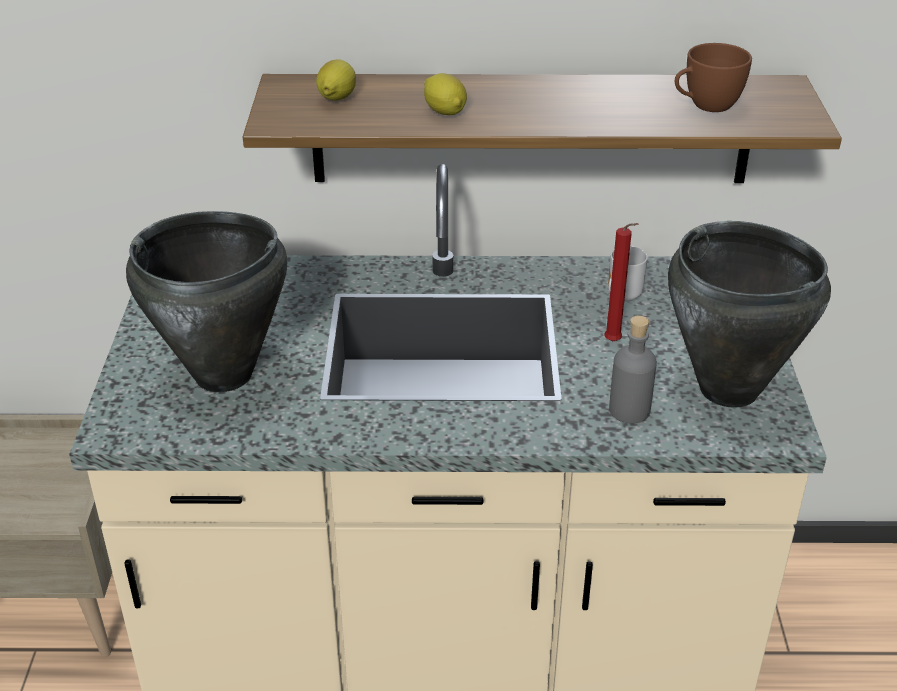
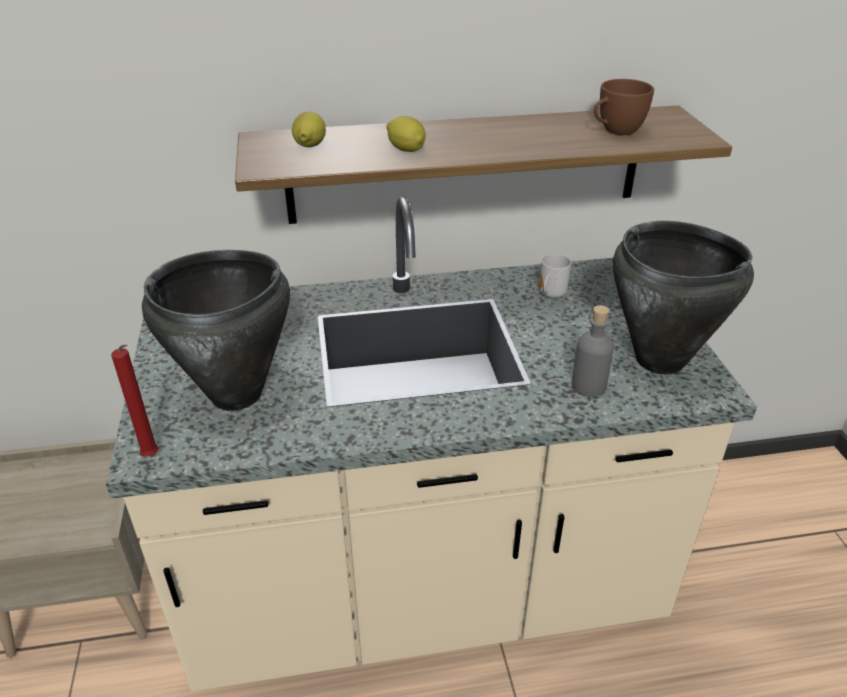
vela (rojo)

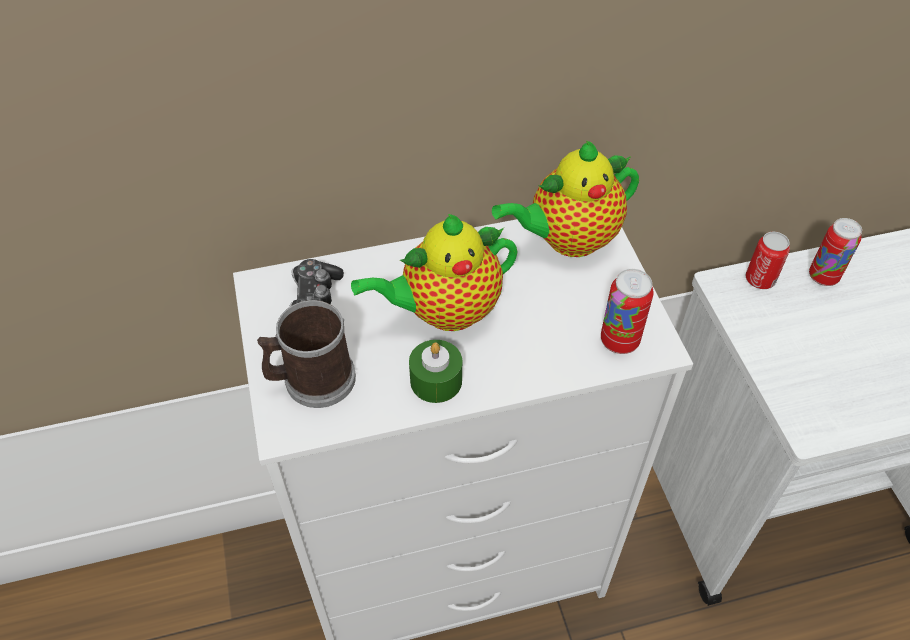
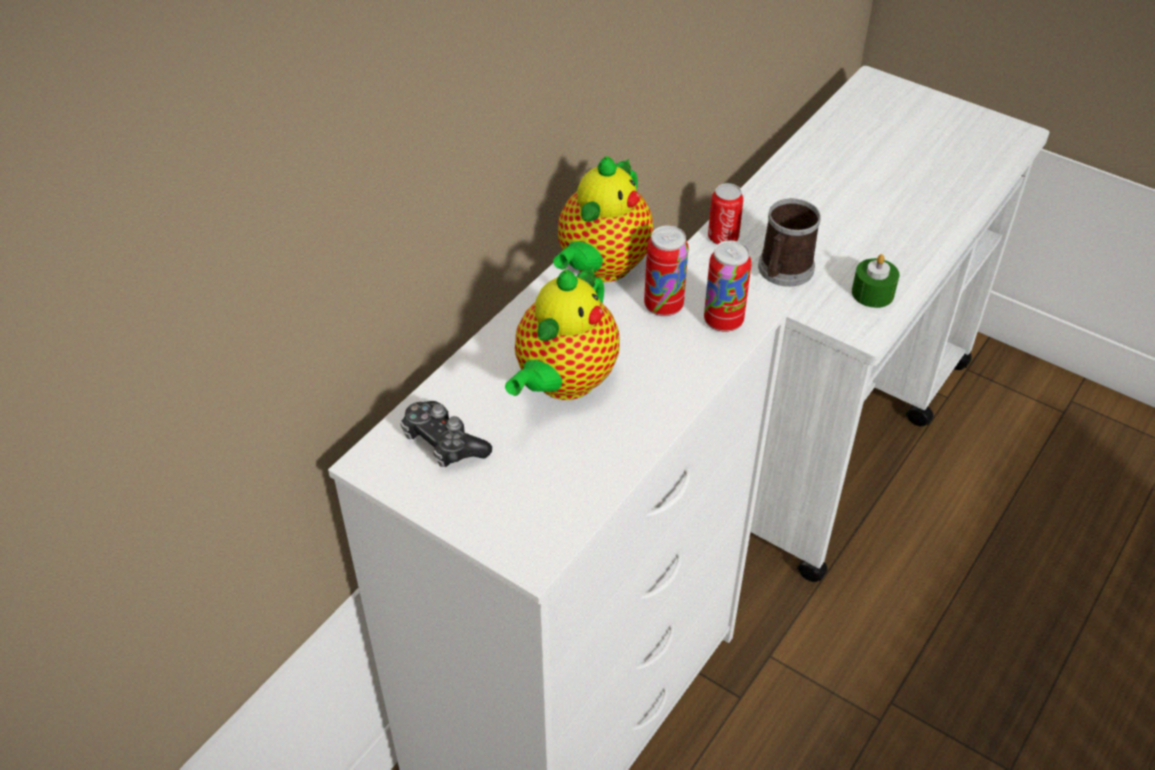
lata (no. 1 from left); taza grande; vela (verde)

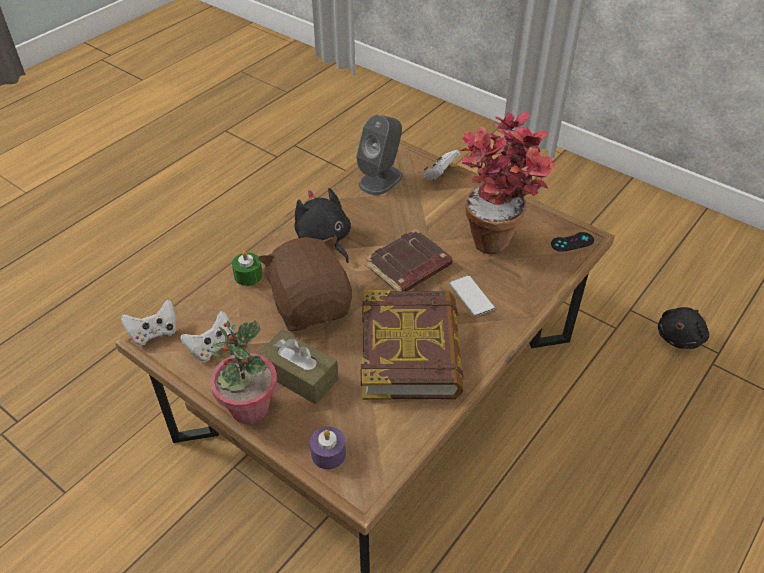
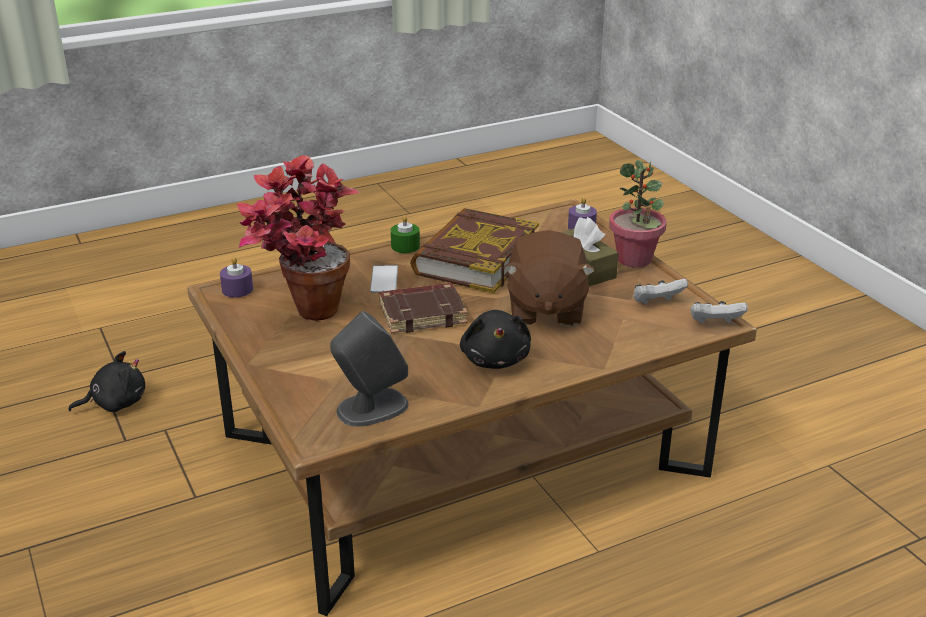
vela (morado) (no. 1 from left); vela (verde); mando de consola (blanco) (no. 3 from left in the first image)

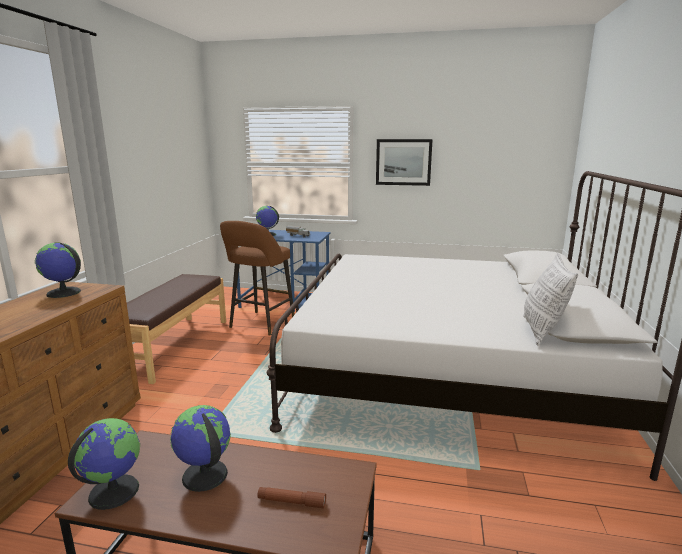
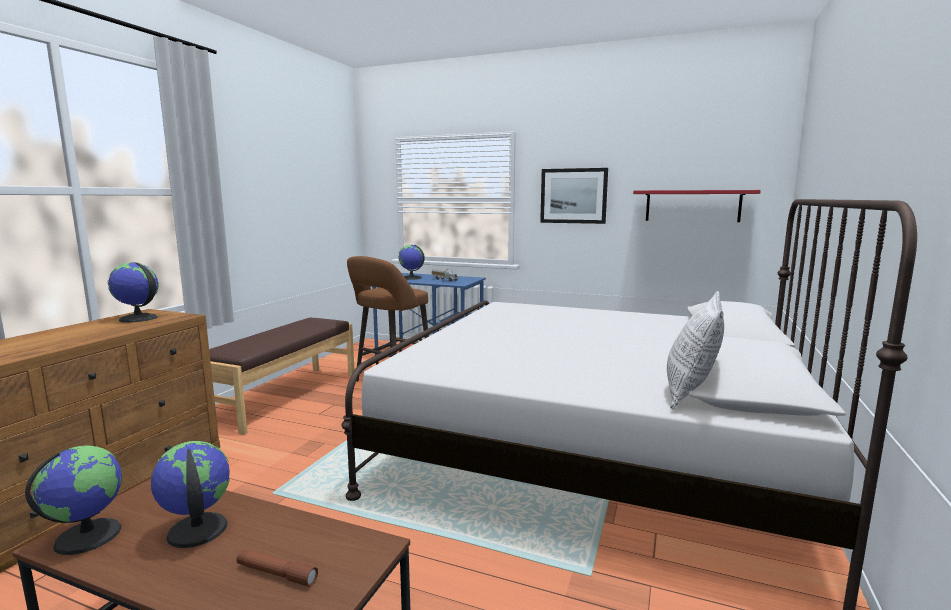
estante (rojo)

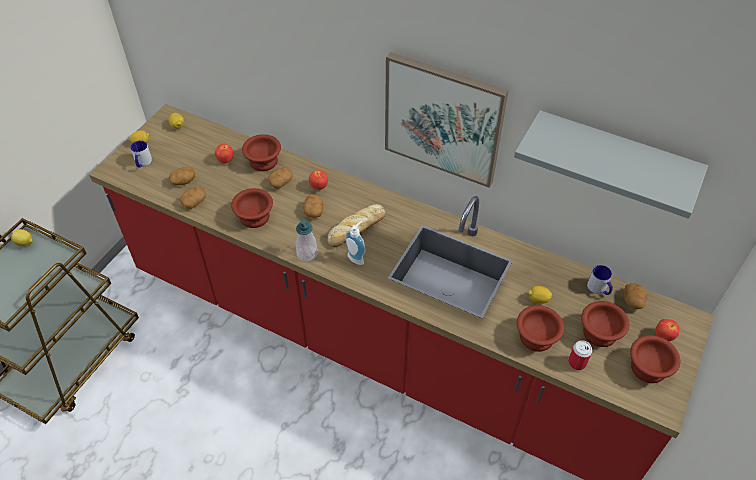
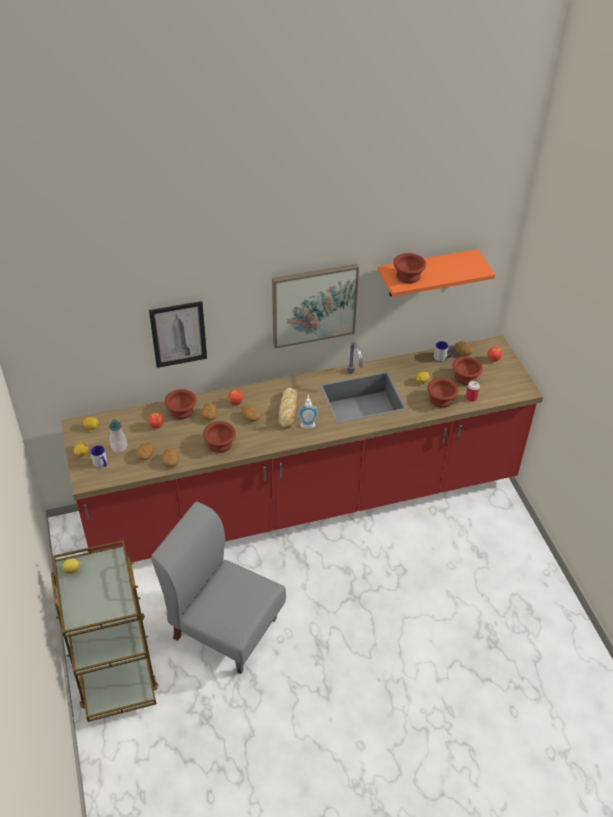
dispensador de jabón (no. 1 from left); cuadro (no. 1 from left); silla (gris); estante (naranja); cuenco (marrón) (no. 3 from left)

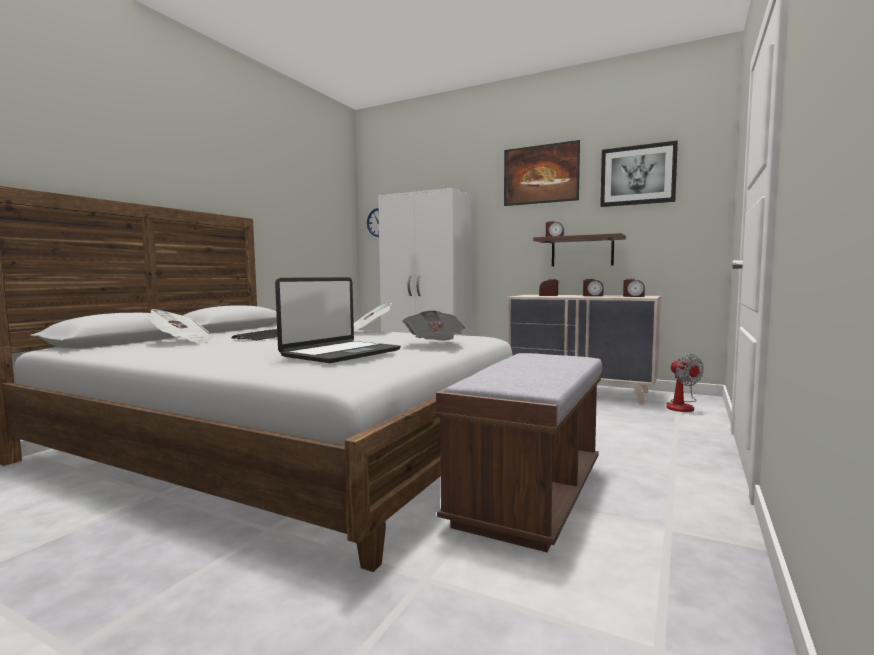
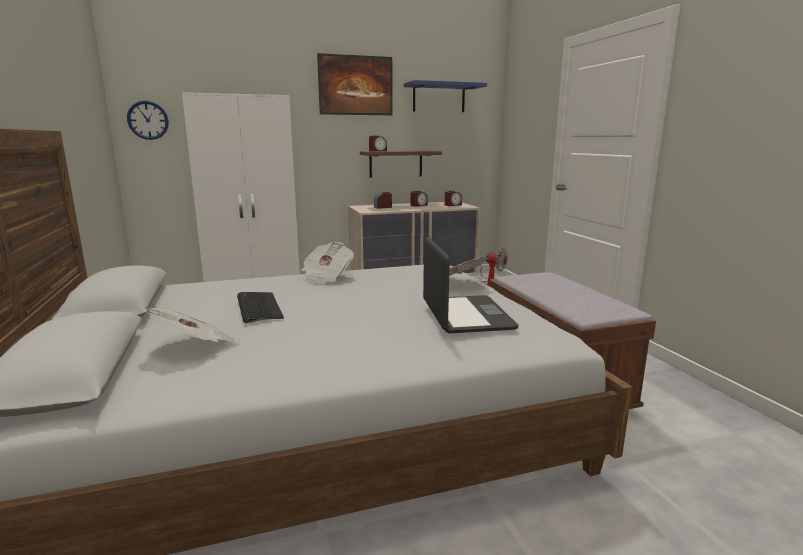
estante (azul)

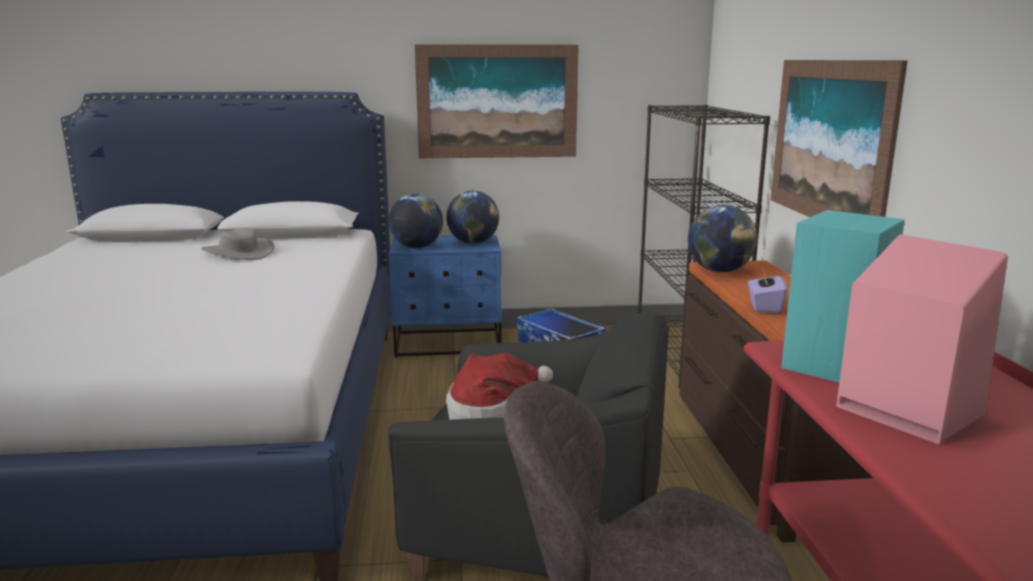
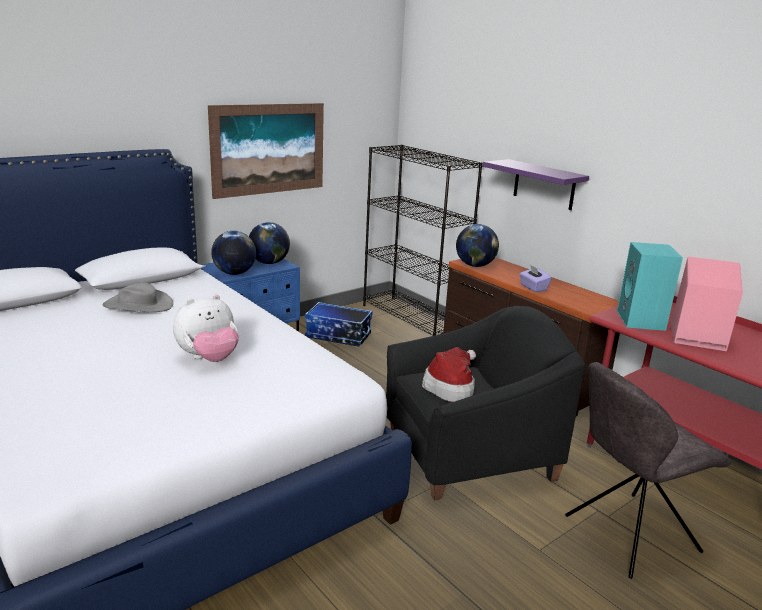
peluche; estante (morado)

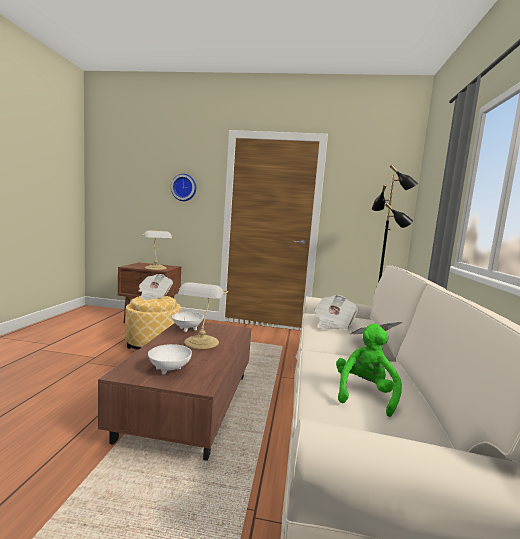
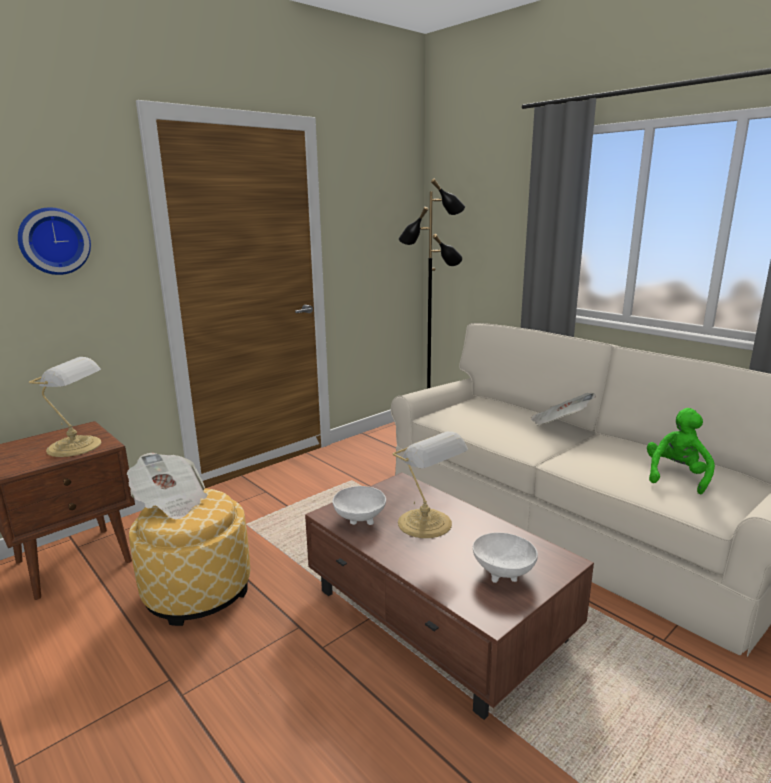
peluche (verde); periódico (no. 2 from left in the first image)

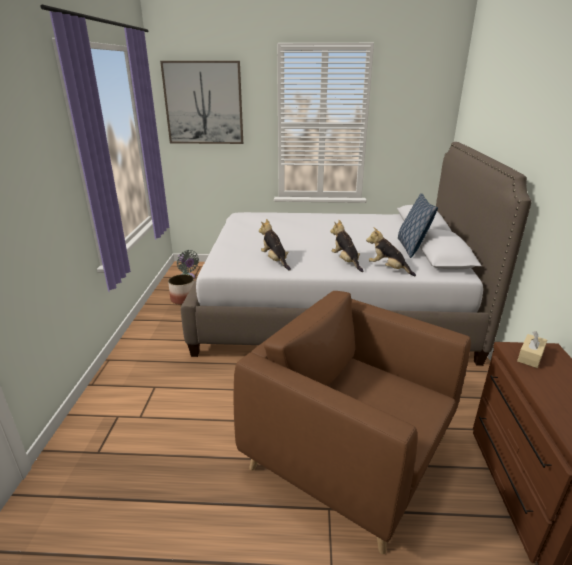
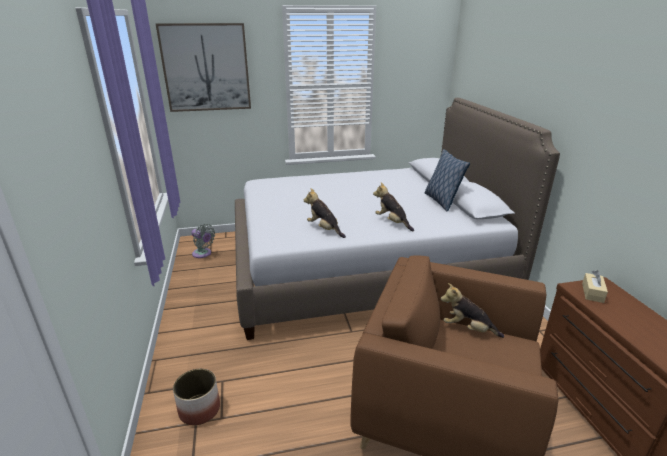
maceta; peluche (no. 3 from left)

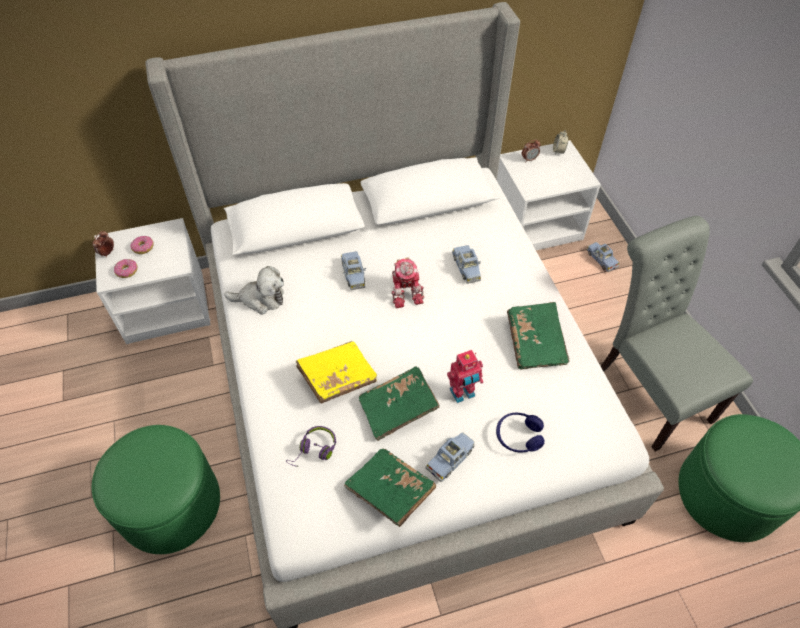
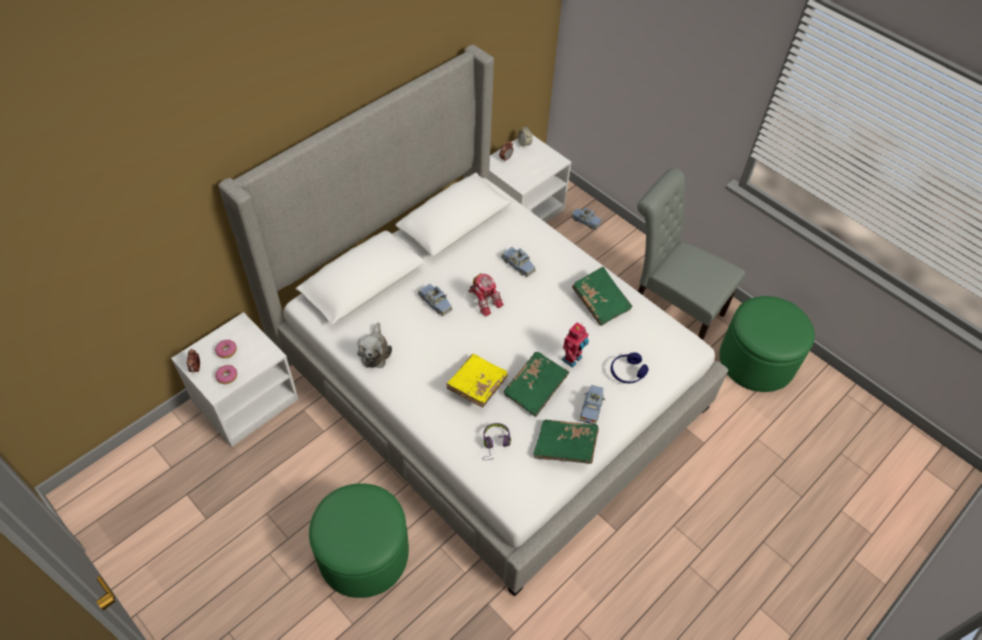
peluche

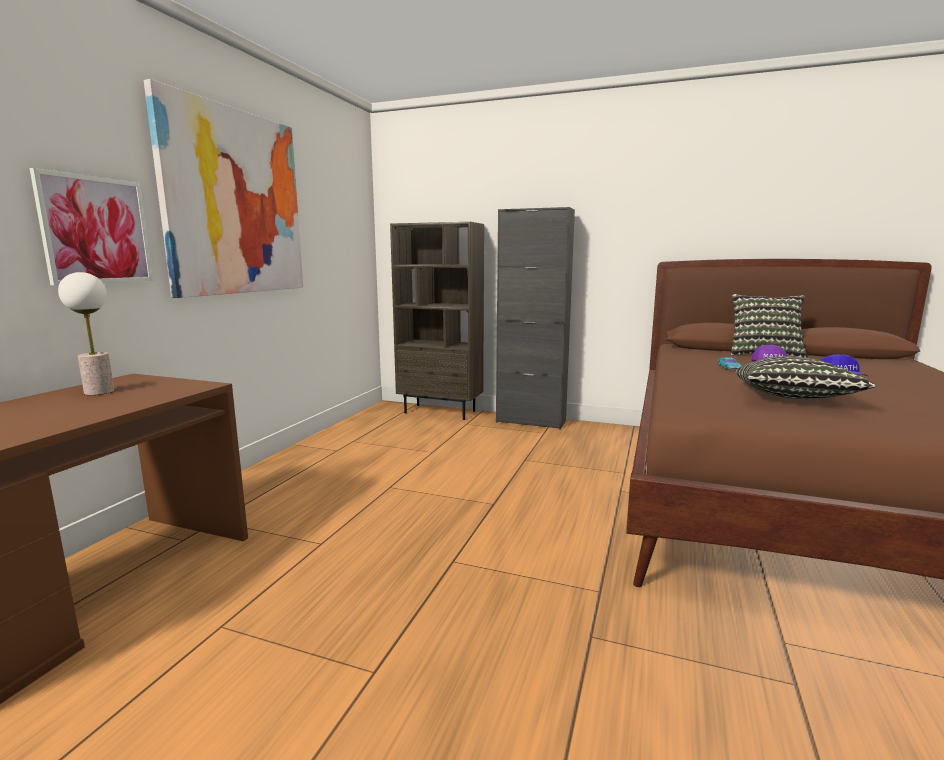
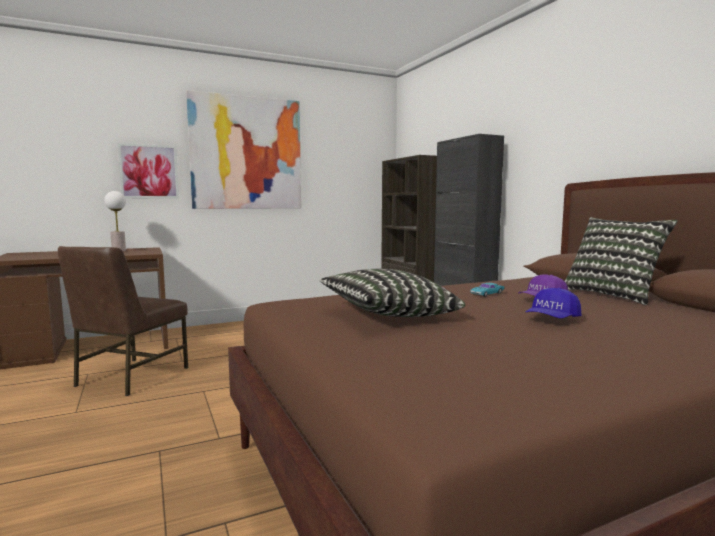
silla (marrón)

